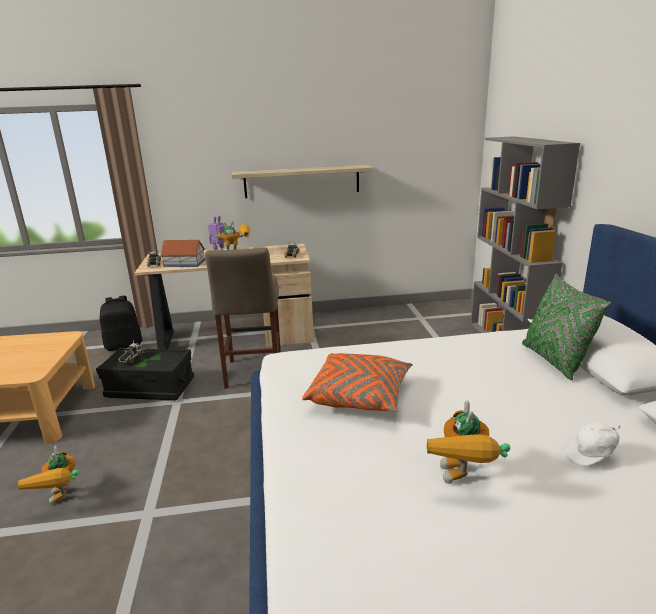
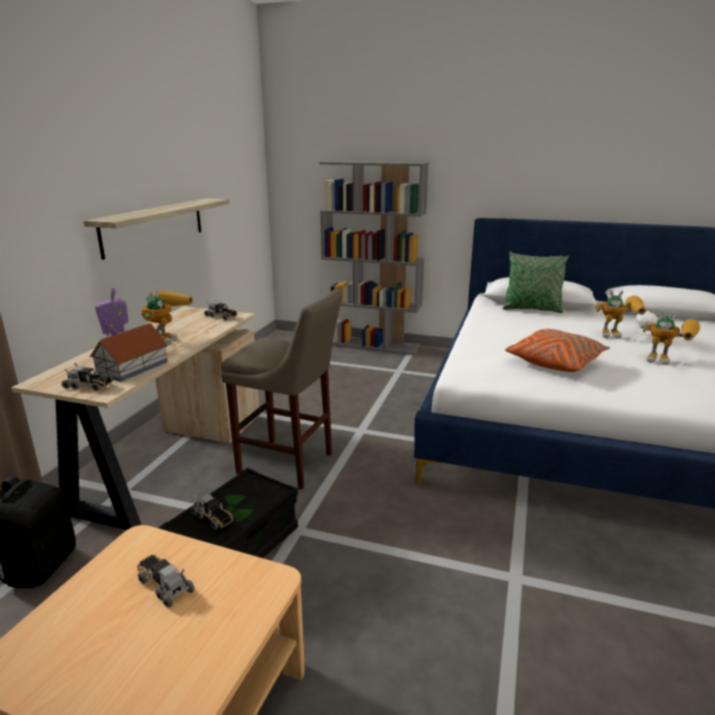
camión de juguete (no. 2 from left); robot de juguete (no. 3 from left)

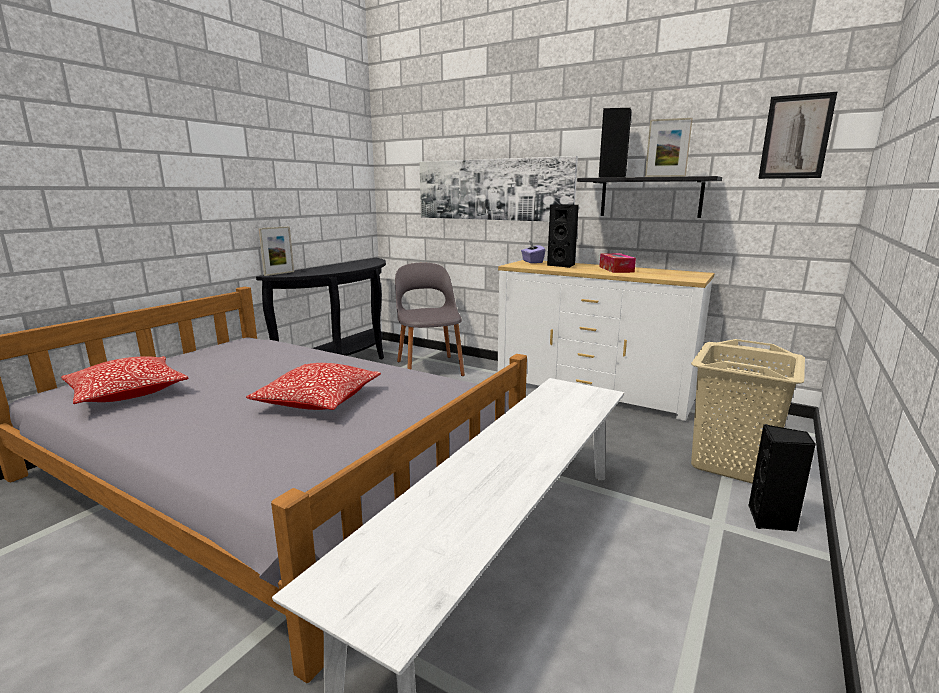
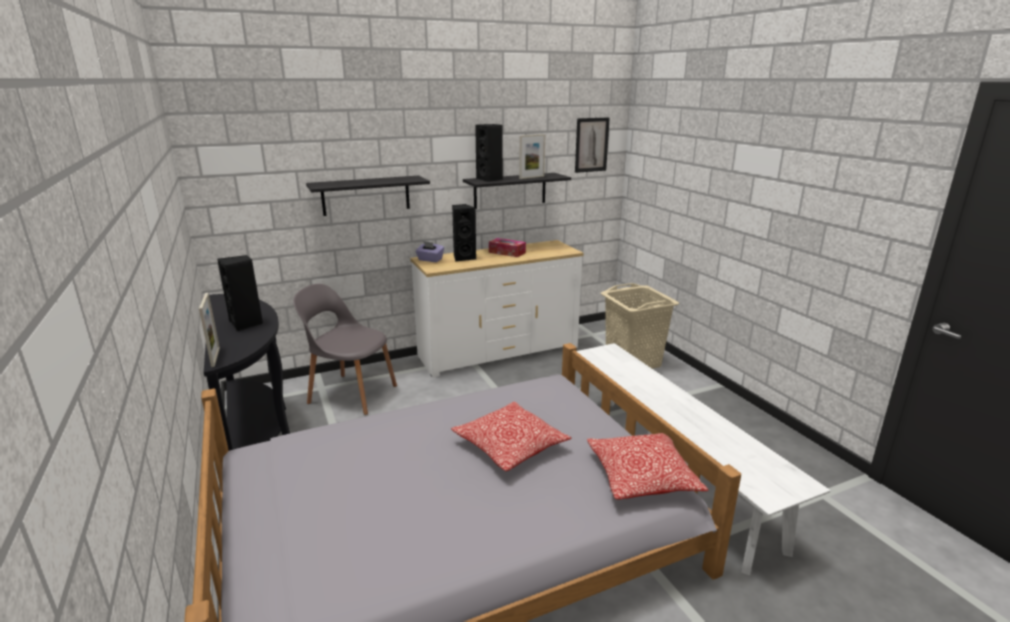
altavoz (negro) (no. 1 from left); estante (negro) (no. 1 from left); cojín (no. 2 from left)

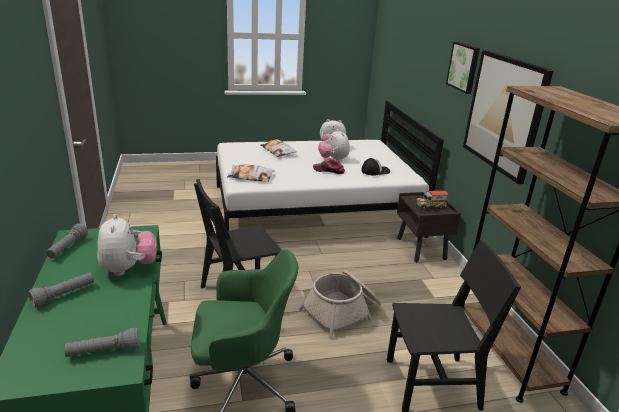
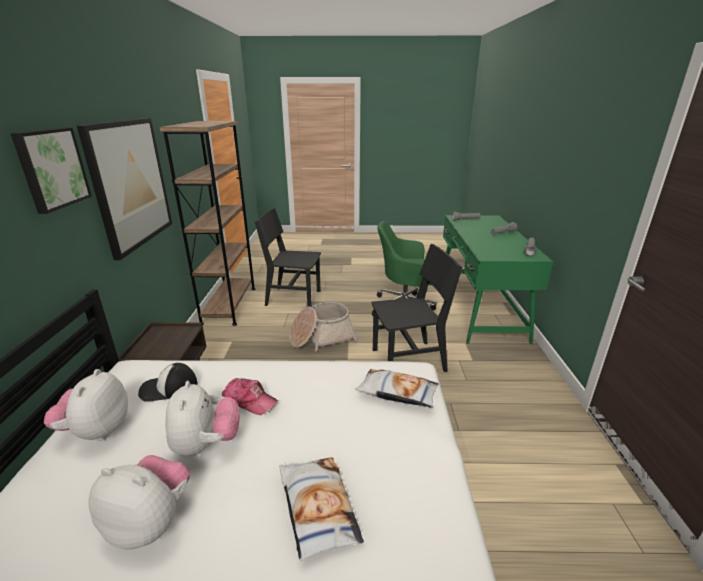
peluche (no. 1 from left); camión de juguete

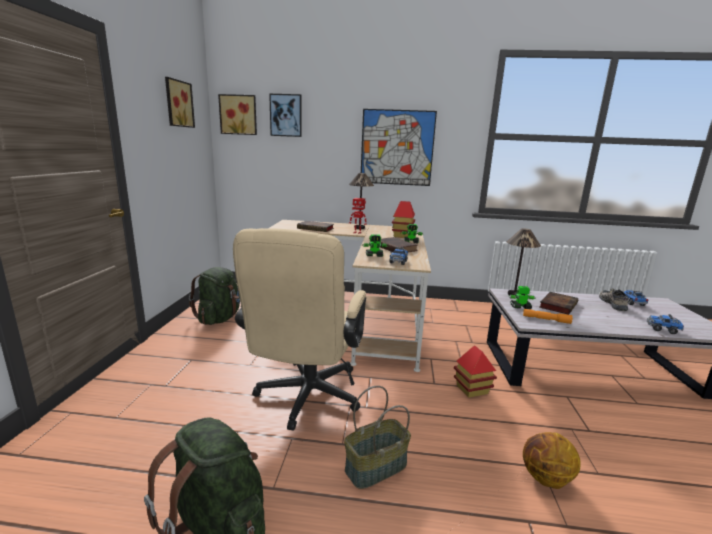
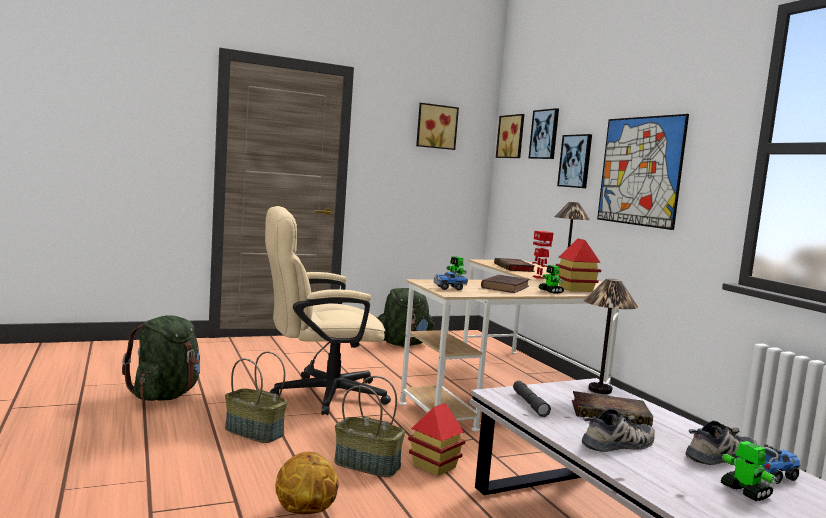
cesta (no. 2 from left); linterna (gris); cuadro (no. 4 from left); zapato (no. 1 from left); robot de juguete (no. 4 from left); camión de juguete (no. 3 from left in the first image)

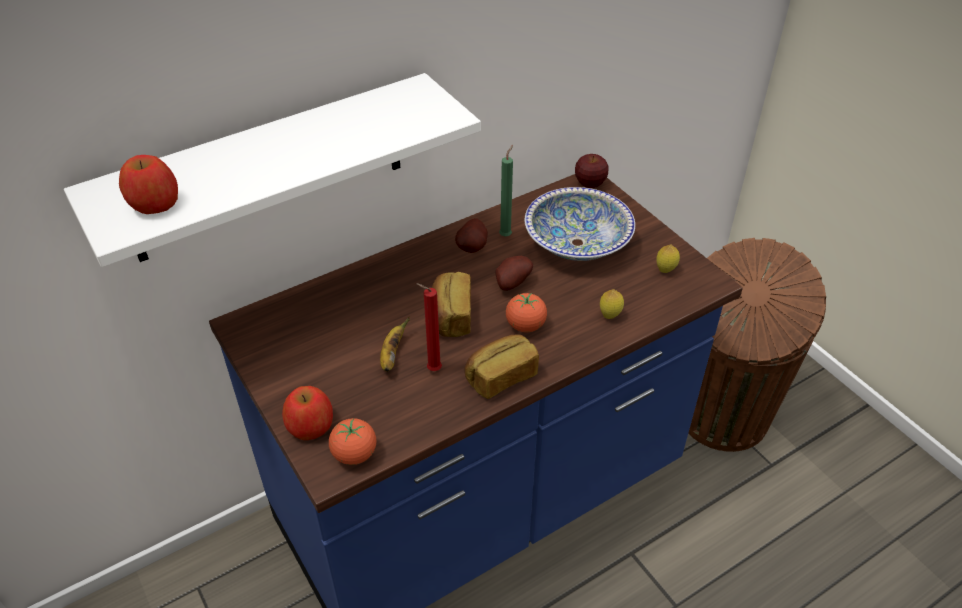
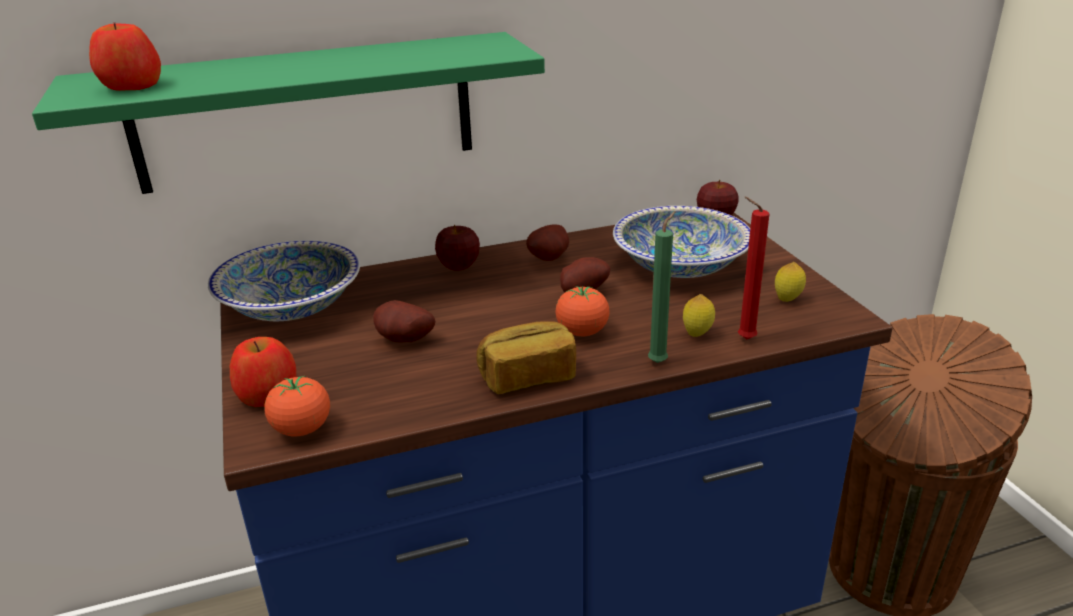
estante (verde); cuenco (no. 1 from left); patata (no. 1 from left); manzana (no. 3 from left); vela (verde); vela (rojo); pan (no. 1 from left in the first image)

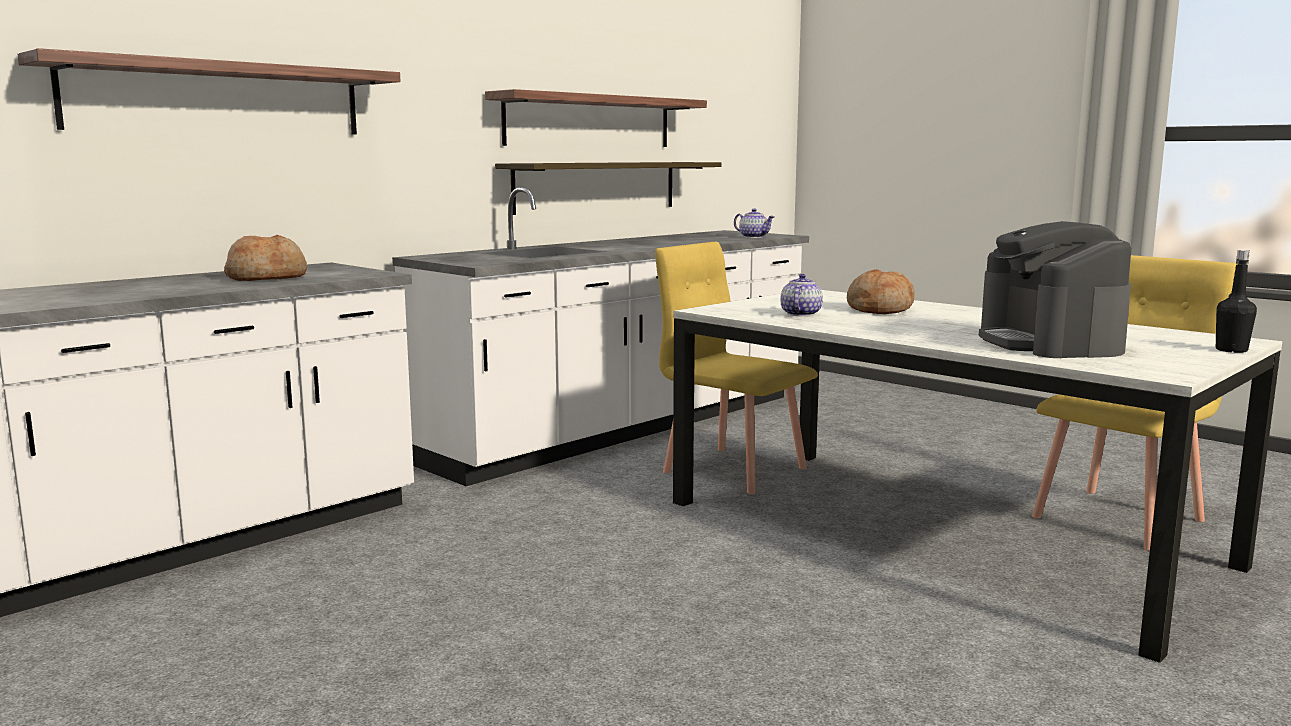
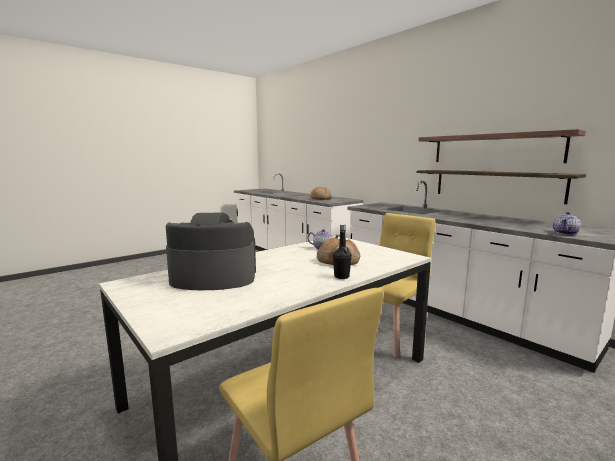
botella (negro); estante (no. 1 from left in the first image)

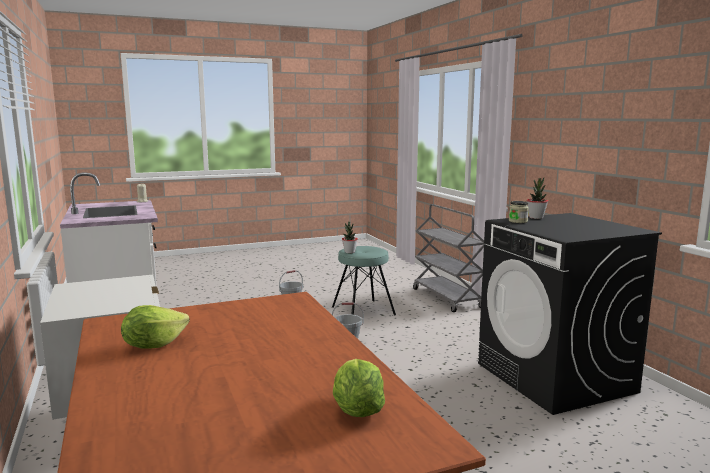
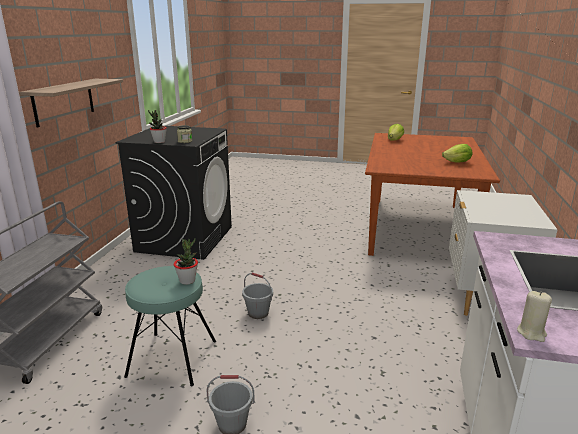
estante

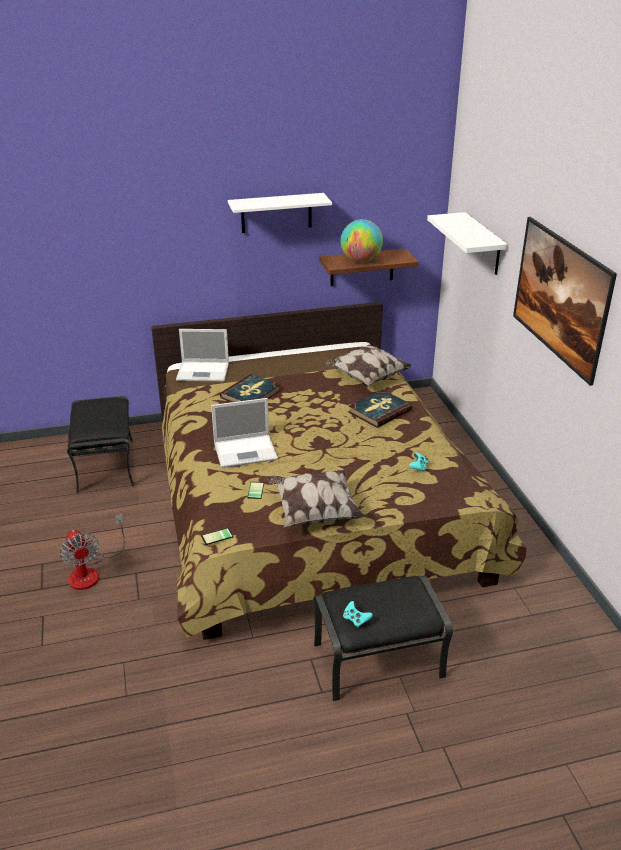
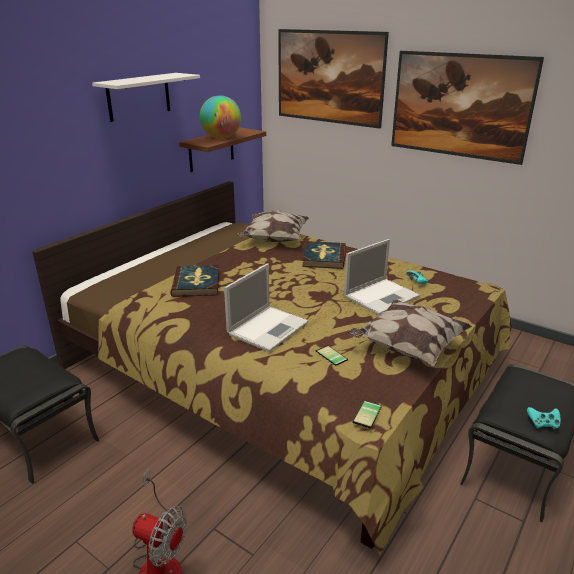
cuadro (no. 1 from left); portátil (no. 2 from left)

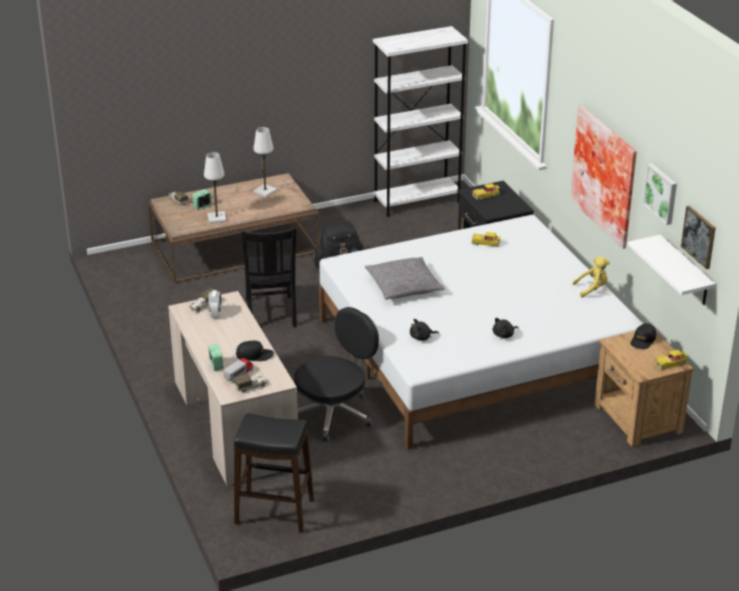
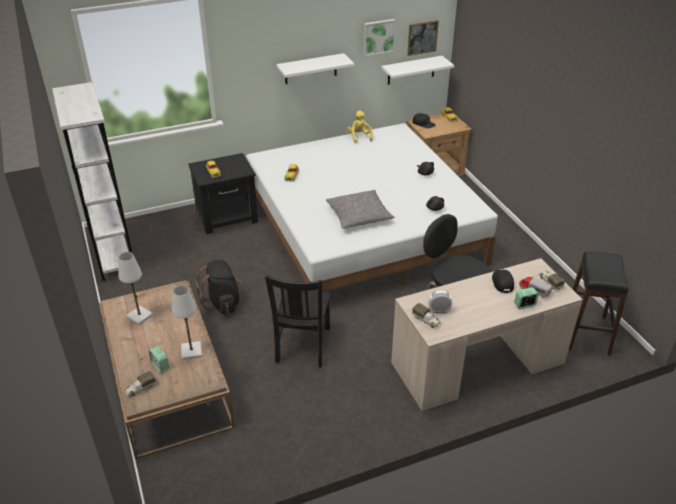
silla (negro); estante (blanco) (no. 1 from left)

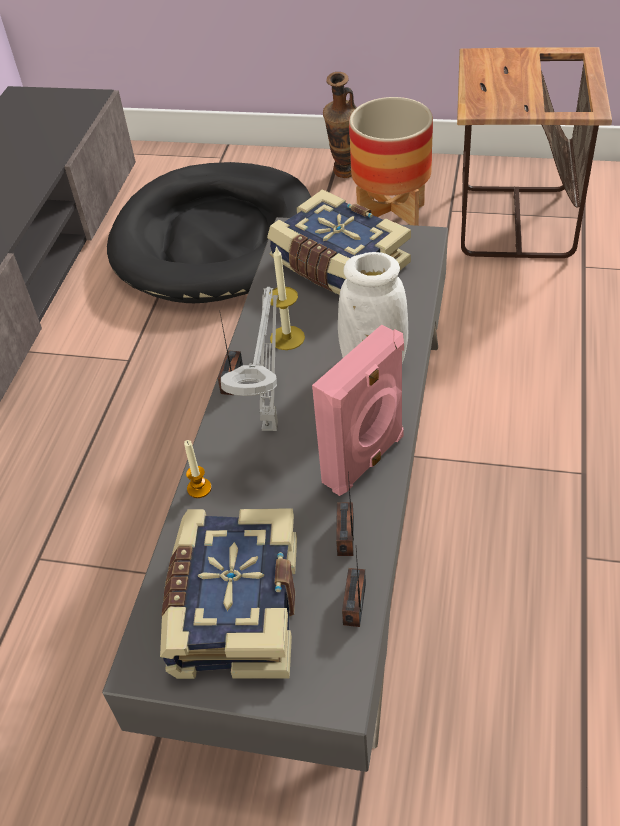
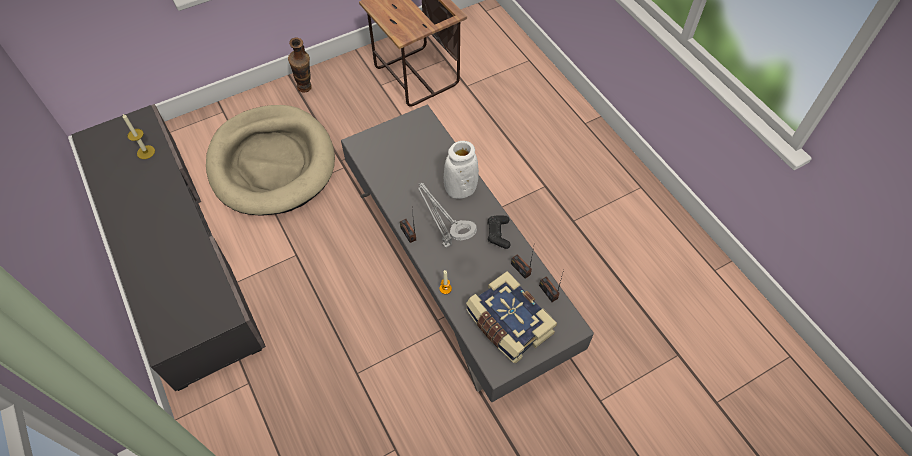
vela (no. 1 from left); cama para perro (beis); mando de consola (negro); libro (no. 2 from left in the first image); maceta

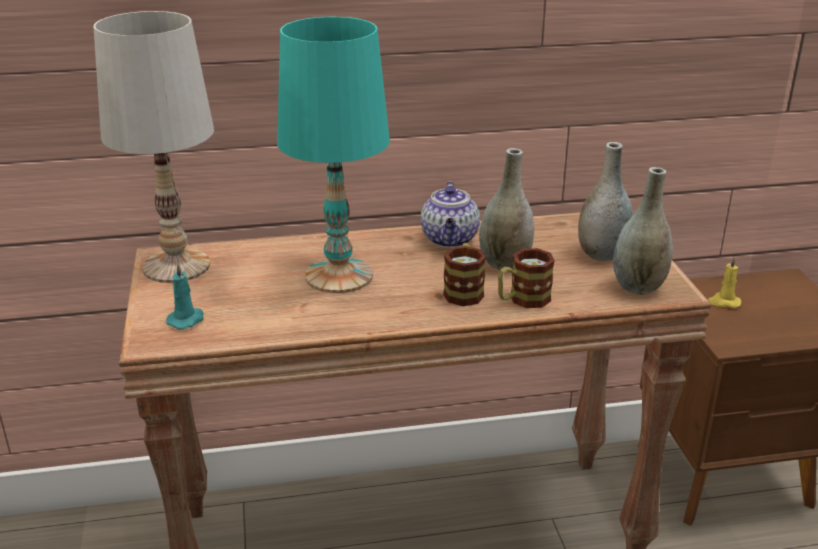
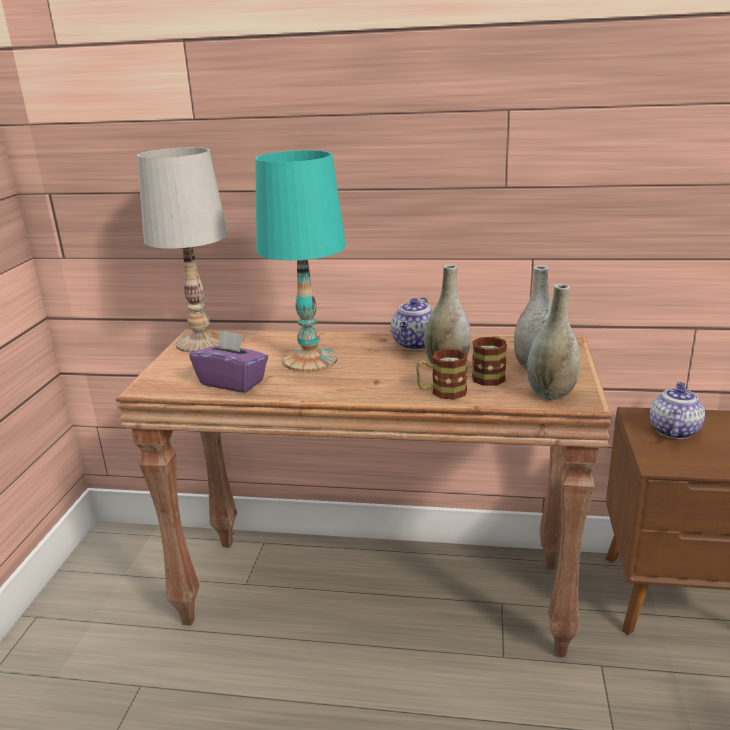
caja de pañuelos (morado); taza grande (no. 2 from left); tetera (no. 2 from left); vela (turquesa)

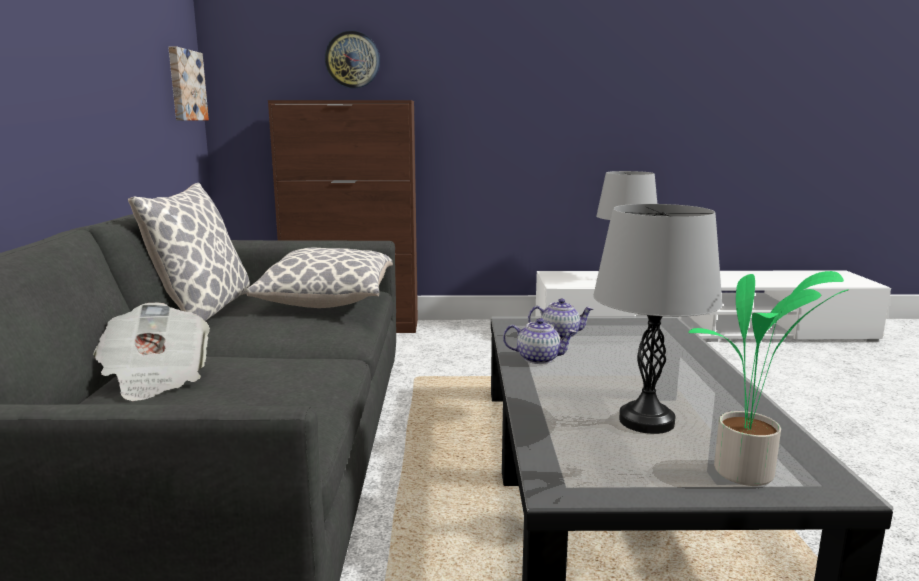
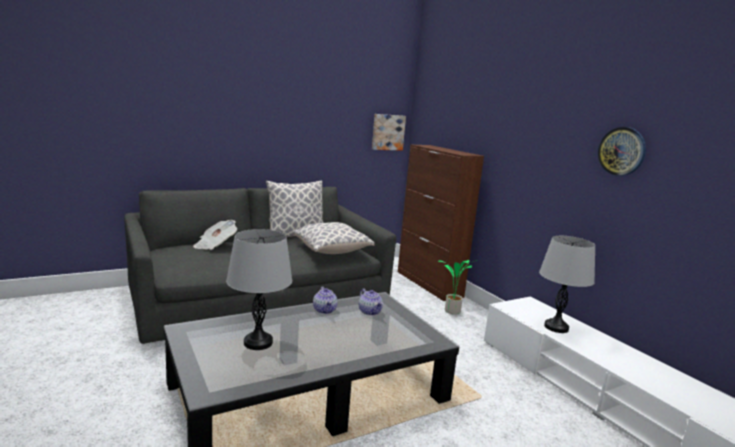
planta en maceta; reloj de pared

